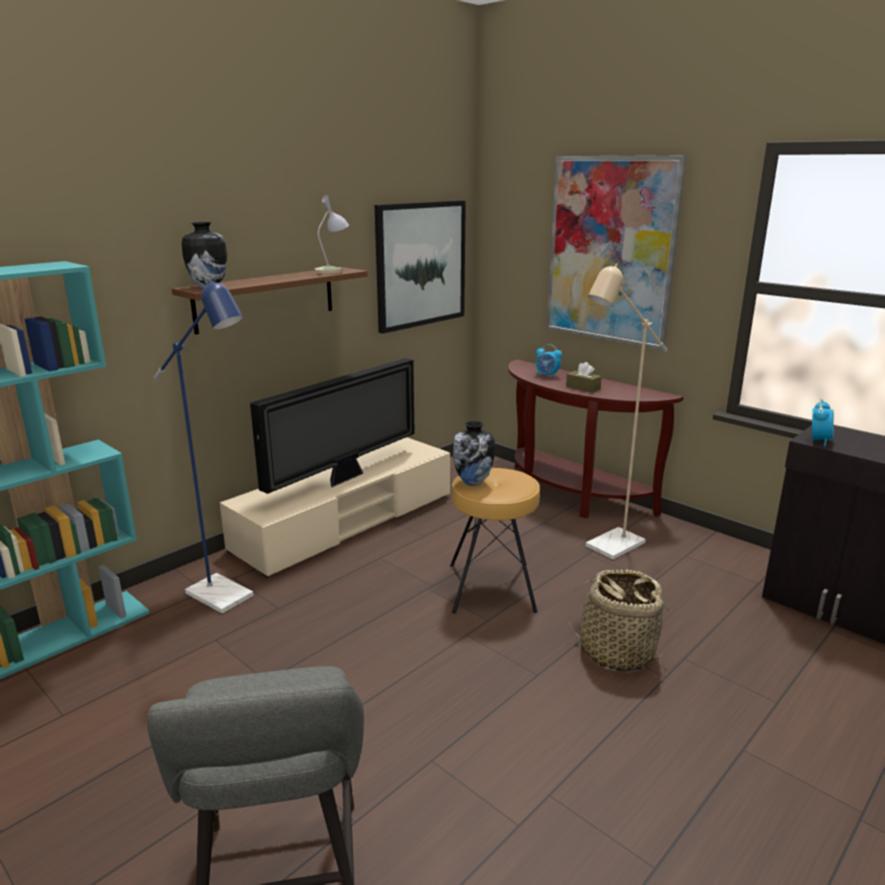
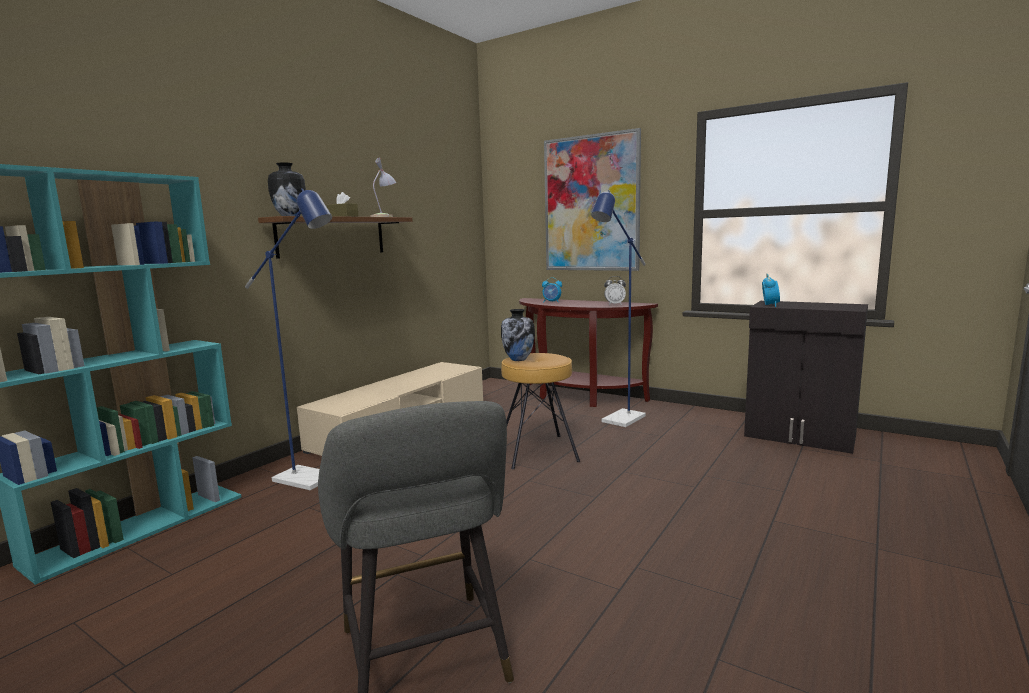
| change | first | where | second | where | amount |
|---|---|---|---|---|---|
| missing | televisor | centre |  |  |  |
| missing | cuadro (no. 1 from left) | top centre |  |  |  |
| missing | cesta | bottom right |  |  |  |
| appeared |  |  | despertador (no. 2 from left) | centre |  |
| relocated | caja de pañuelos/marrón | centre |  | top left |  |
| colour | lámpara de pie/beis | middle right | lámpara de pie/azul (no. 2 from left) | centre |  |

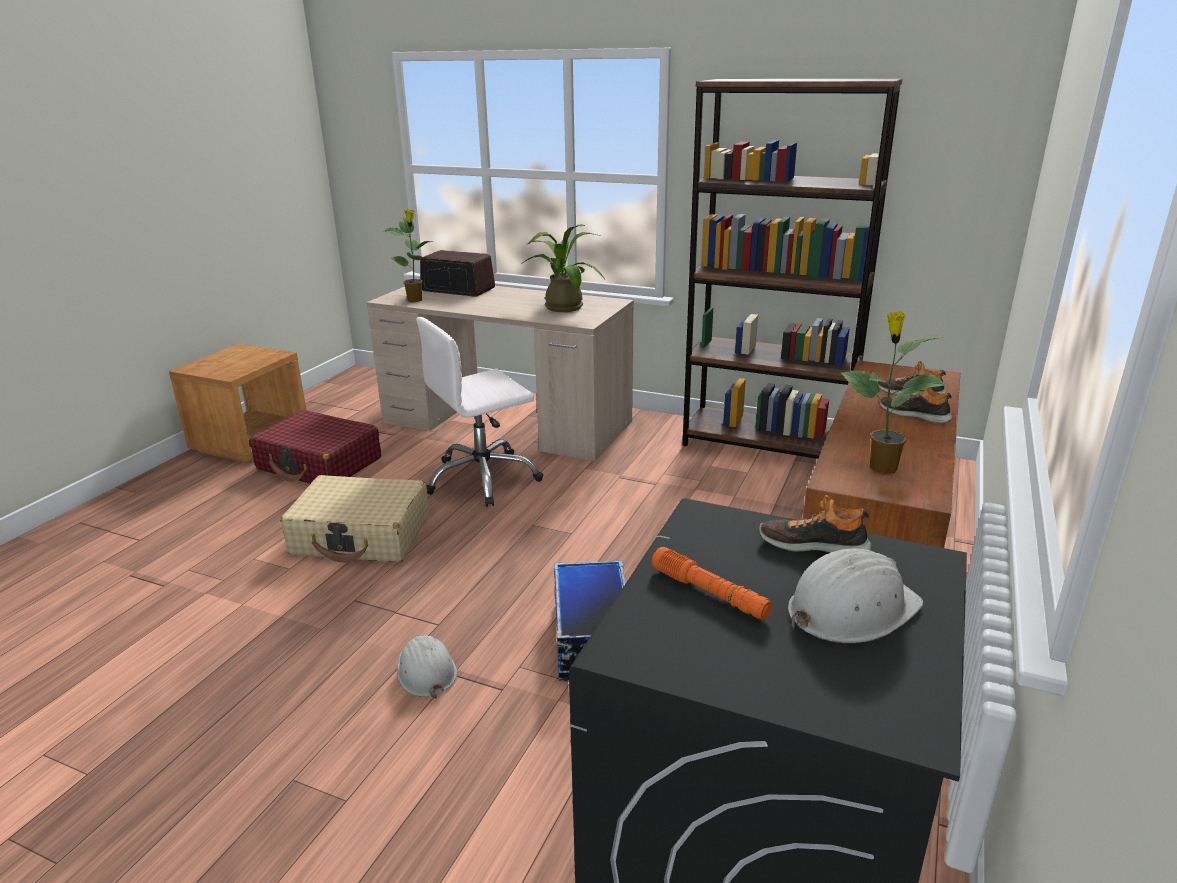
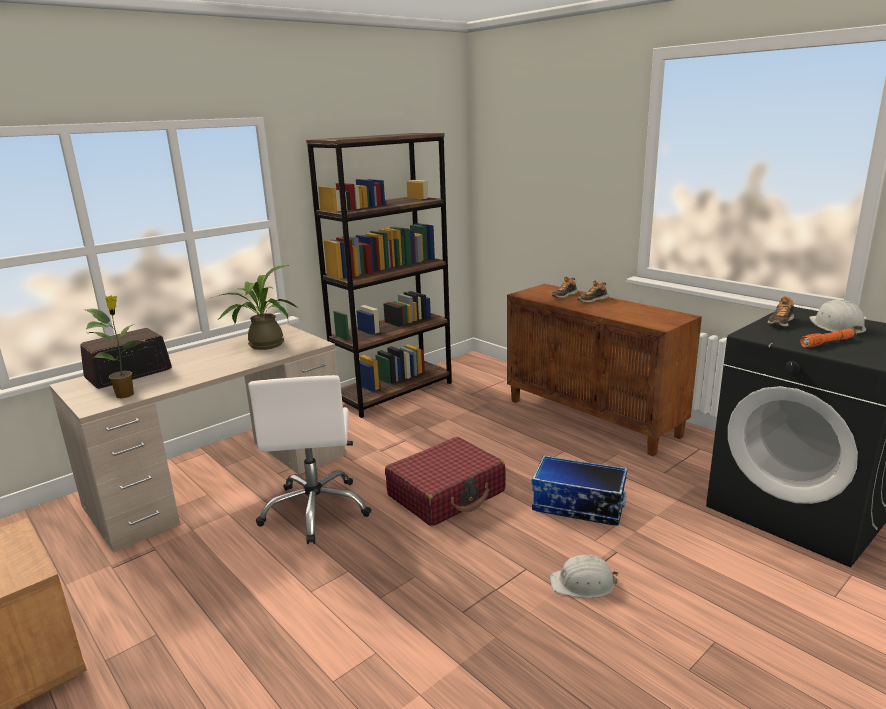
| change | first | where | second | where | amount |
|---|---|---|---|---|---|
| missing | maleta/beis | middle left |  |  |  |
| missing | planta en maceta (no. 3 from left) | middle right |  |  |  |
| relocated | maleta/rojo | middle left |  | bottom centre |  |

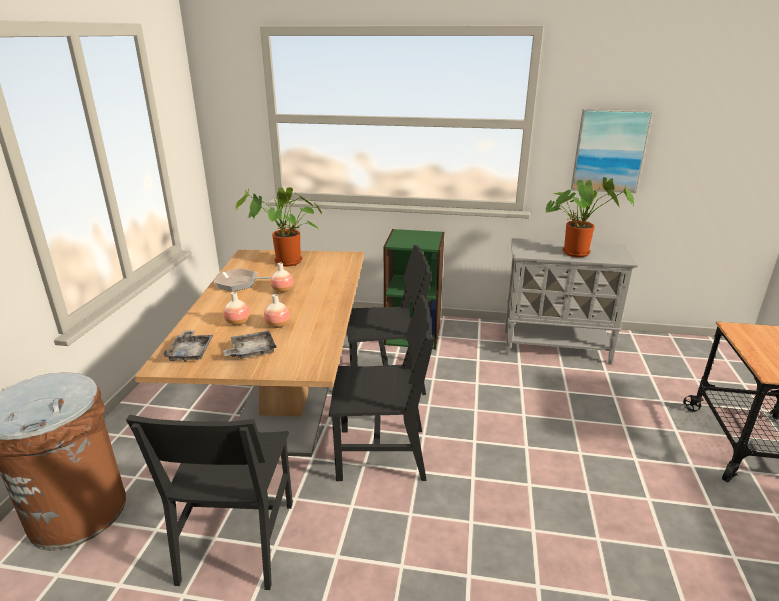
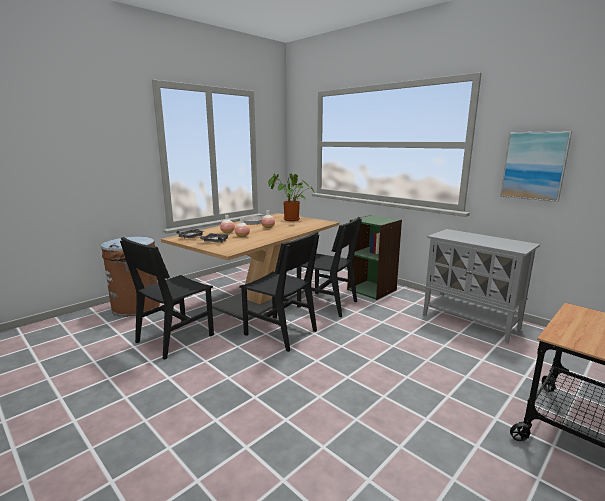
| change | first | where | second | where | amount |
|---|---|---|---|---|---|
| missing | planta en maceta (no. 2 from left) | middle right |  |  |  |

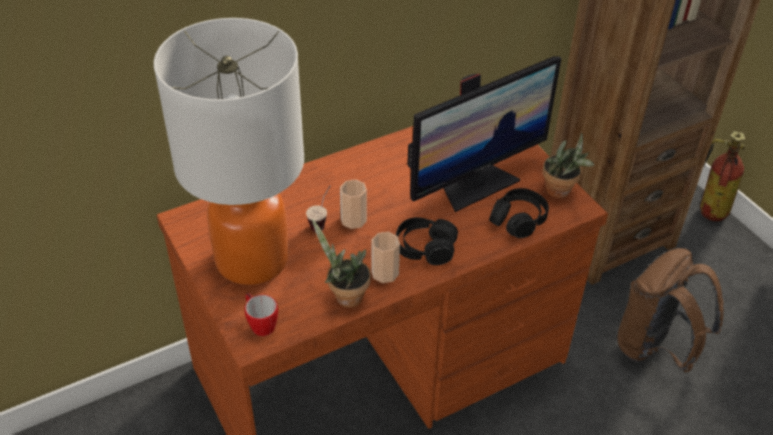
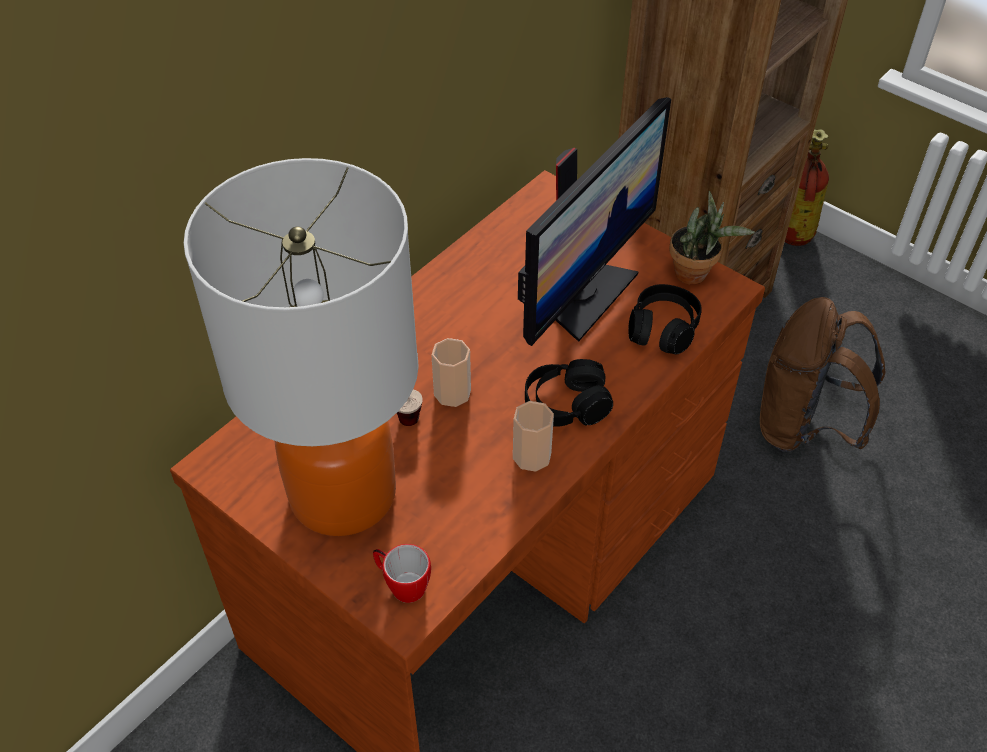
| change | first | where | second | where | amount |
|---|---|---|---|---|---|
| missing | planta en maceta (no. 1 from left) | centre |  |  |  |

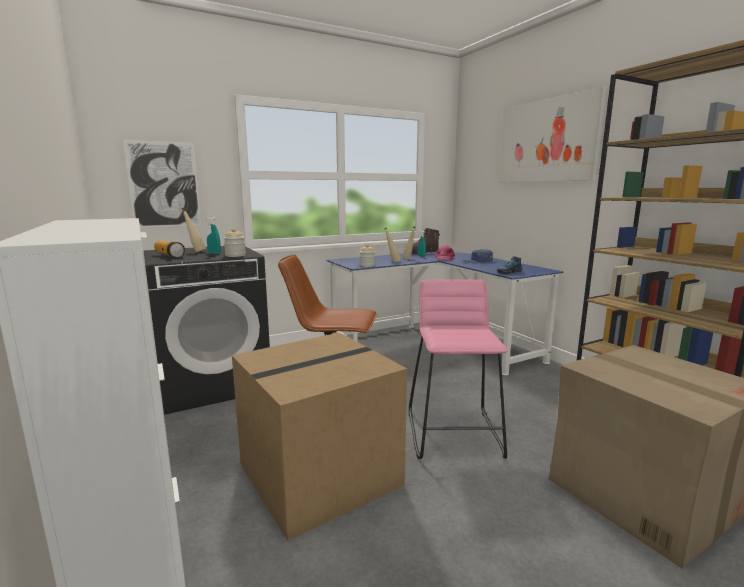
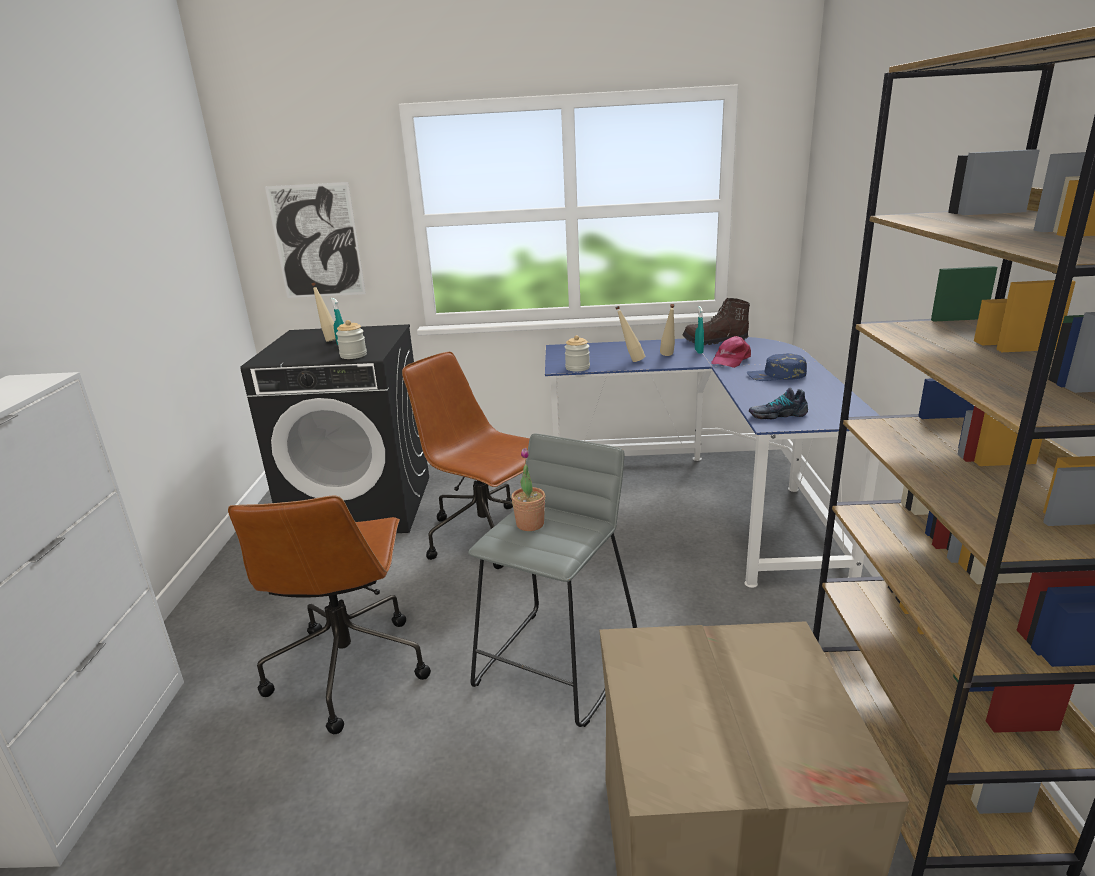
| change | first | where | second | where | amount |
|---|---|---|---|---|---|
| missing | linterna | middle left |  |  |  |
| missing | cuadro (no. 2 from left) | top right |  |  |  |
| appeared |  |  | planta en maceta | centre |  |
| exchanged | caja de cartón (no. 1 from left) | bottom centre | silla de oficina/marrón (no. 1 from left) | bottom left |  |
| colour | taburete/rosa | centre | taburete/gris | centre |  |

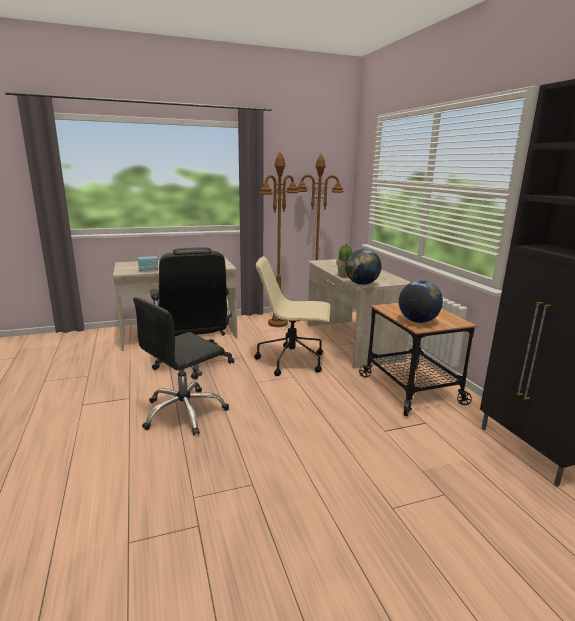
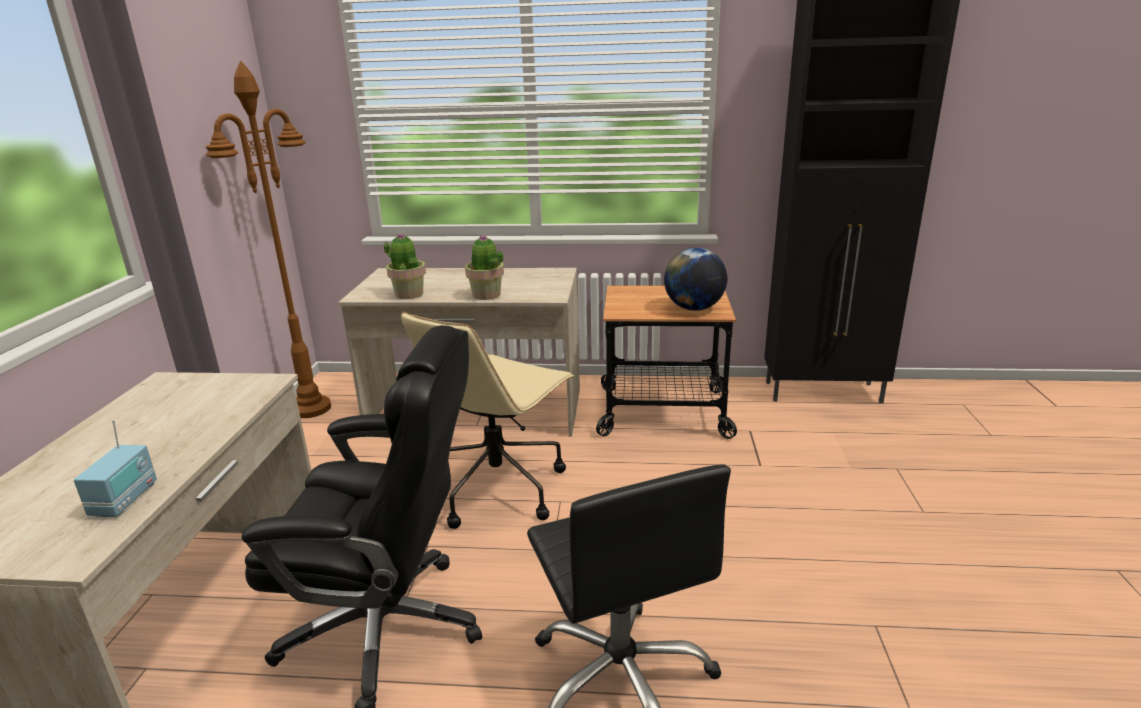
| change | first | where | second | where | amount |
|---|---|---|---|---|---|
| missing | lámpara de pie/marrón (no. 1 from left) | centre |  |  |  |
| missing | globo terráqueo (no. 1 from left) | centre |  |  |  |
| appeared |  |  | planta en maceta (no. 1 from left) | centre |  |

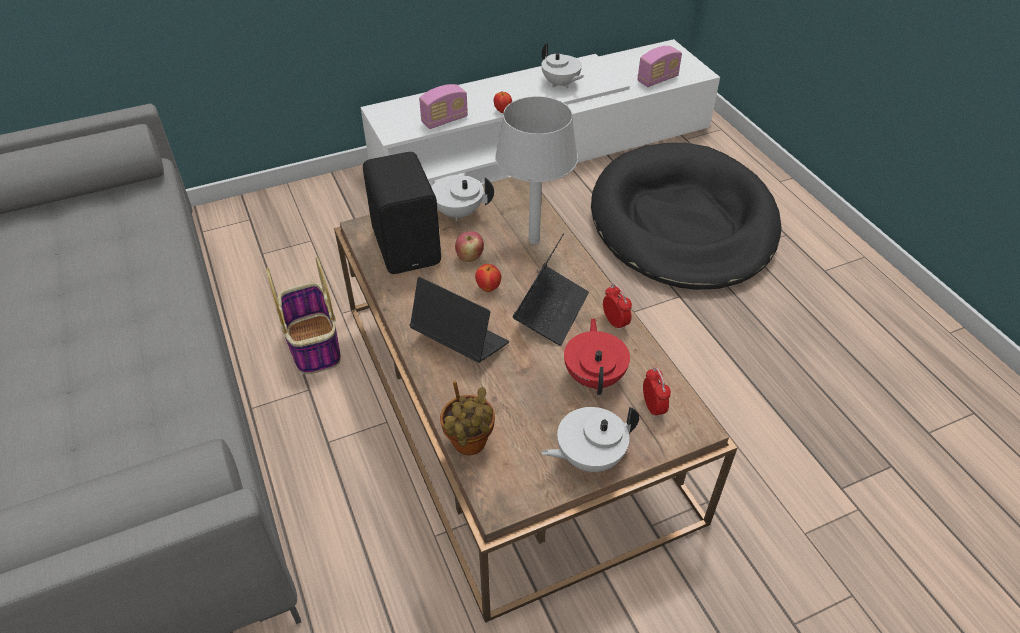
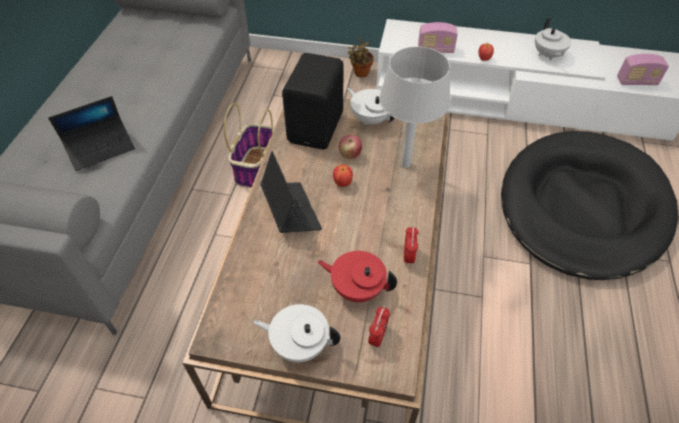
| change | first | where | second | where | amount |
|---|---|---|---|---|---|
| relocated | planta en maceta | centre |  | top centre |  |
| relocated | portátil (no. 2 from left in the first image) | centre | portátil (no. 1 from left) | top left |  |
| spun | tetera/rojo | centre |  | centre | 105 degrees counterclockwise |

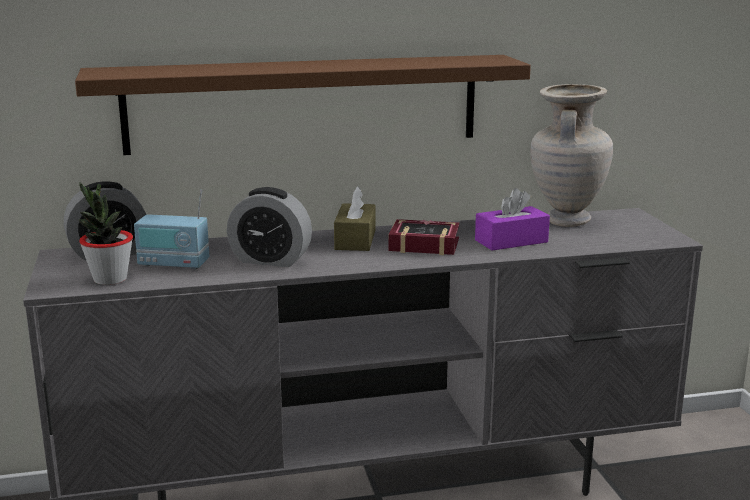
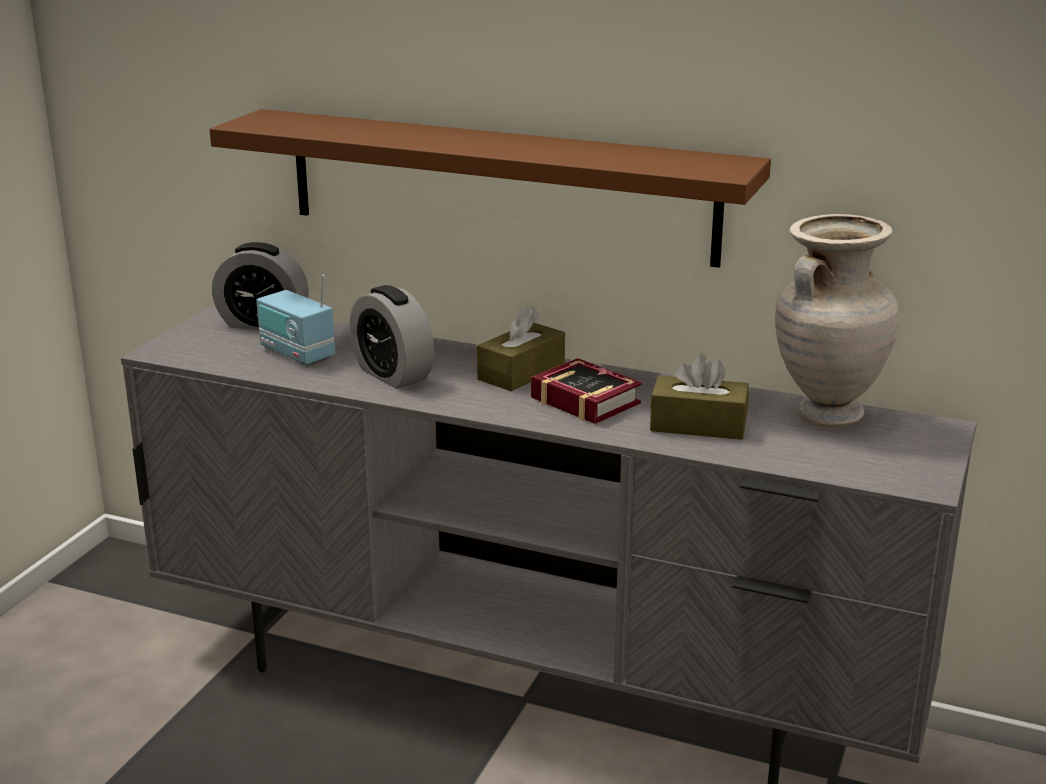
| change | first | where | second | where | amount |
|---|---|---|---|---|---|
| missing | planta en maceta | middle left |  |  |  |
| colour | caja de pañuelos/morado | middle right | caja de pañuelos/marrón (no. 2 from left) | middle right |  |

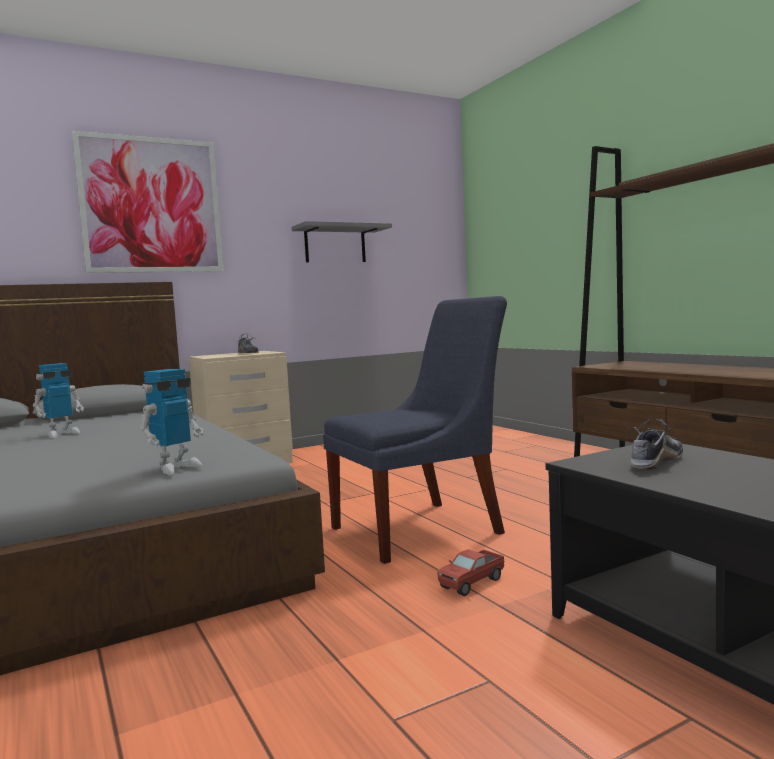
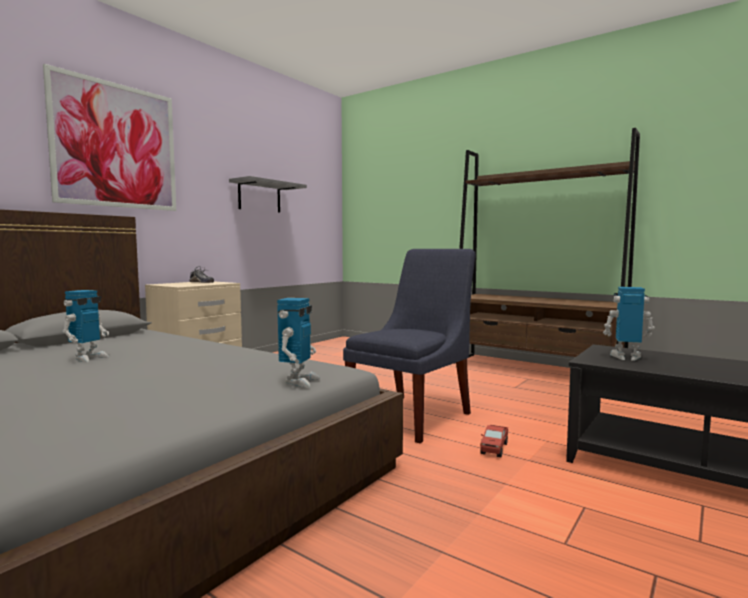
| change | first | where | second | where | amount |
|---|---|---|---|---|---|
| exchanged | zapato (no. 2 from left) | middle right | robot de juguete (no. 3 from left) | middle right |  |

